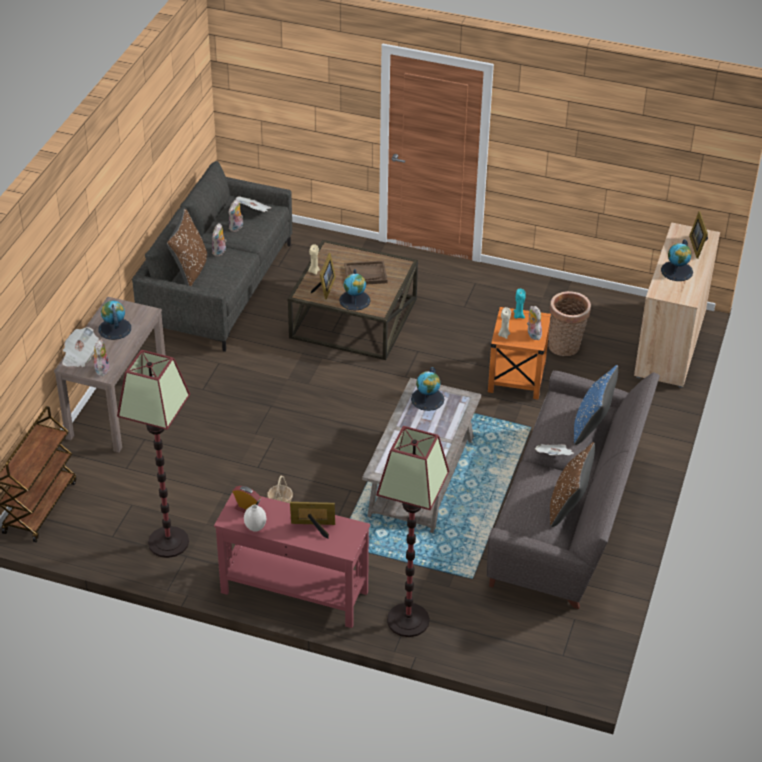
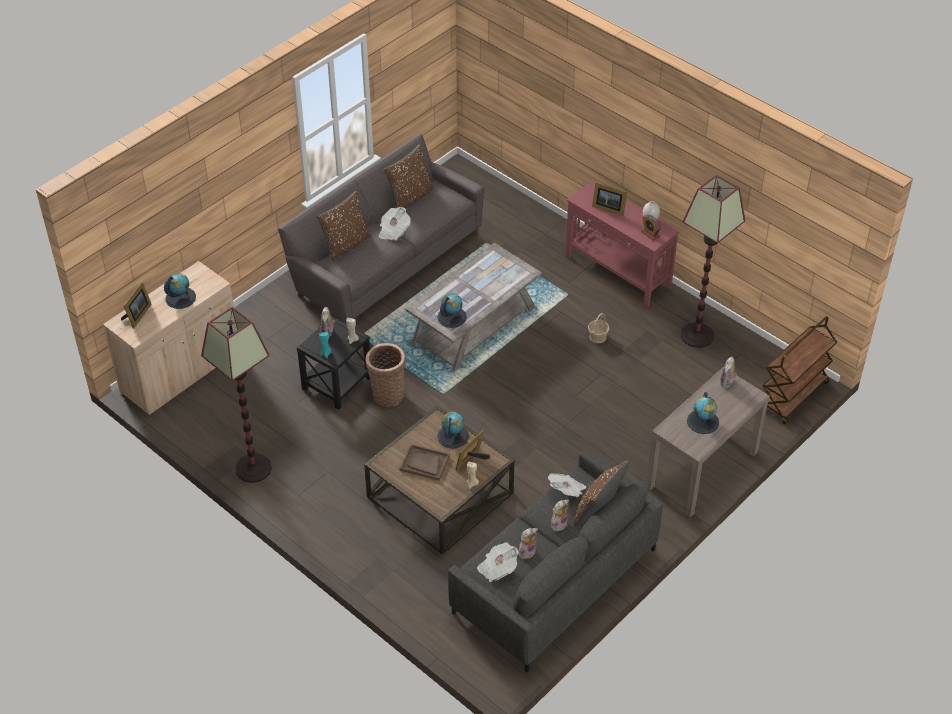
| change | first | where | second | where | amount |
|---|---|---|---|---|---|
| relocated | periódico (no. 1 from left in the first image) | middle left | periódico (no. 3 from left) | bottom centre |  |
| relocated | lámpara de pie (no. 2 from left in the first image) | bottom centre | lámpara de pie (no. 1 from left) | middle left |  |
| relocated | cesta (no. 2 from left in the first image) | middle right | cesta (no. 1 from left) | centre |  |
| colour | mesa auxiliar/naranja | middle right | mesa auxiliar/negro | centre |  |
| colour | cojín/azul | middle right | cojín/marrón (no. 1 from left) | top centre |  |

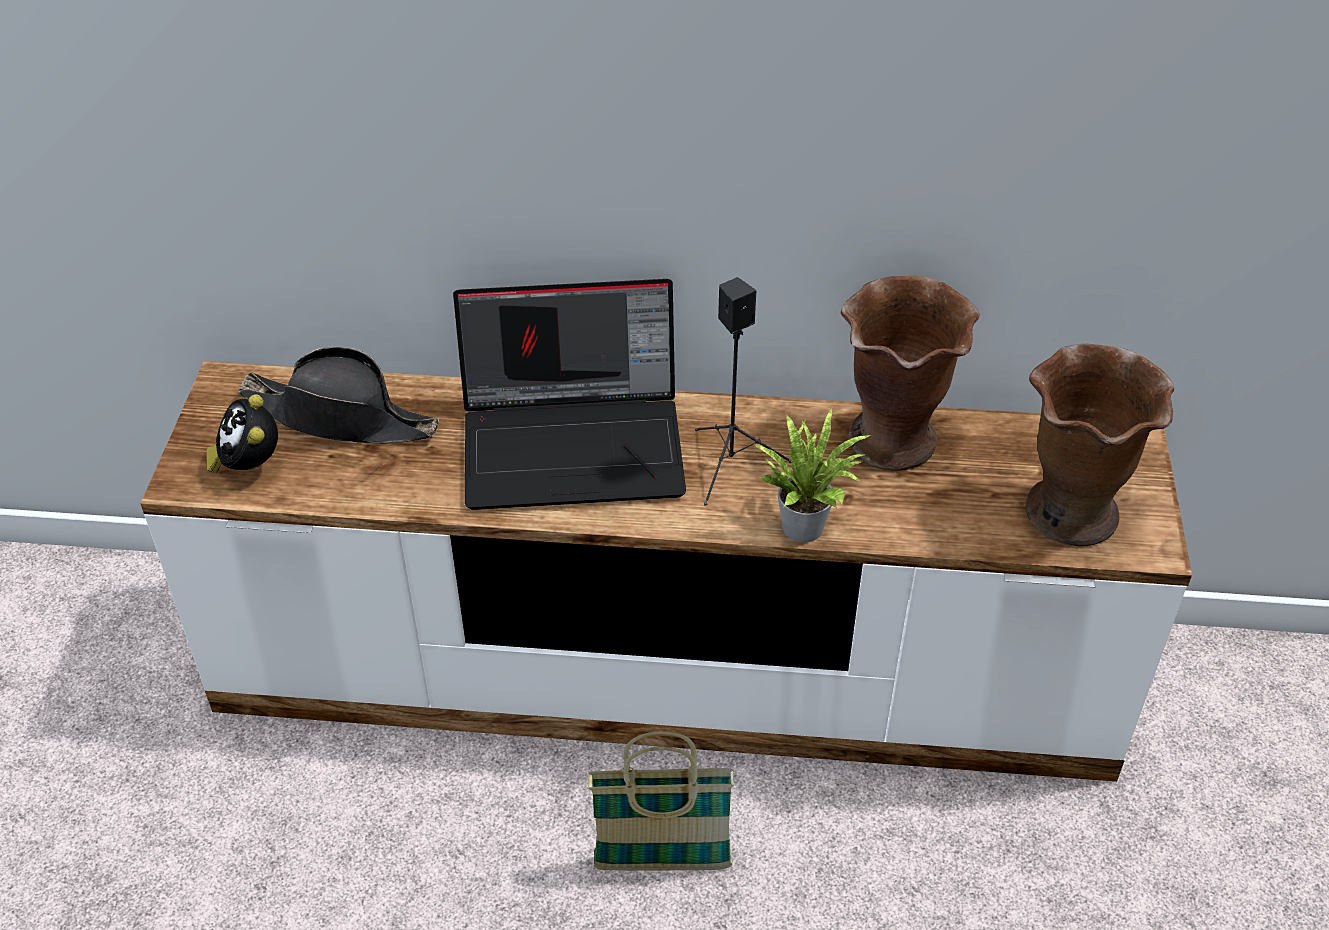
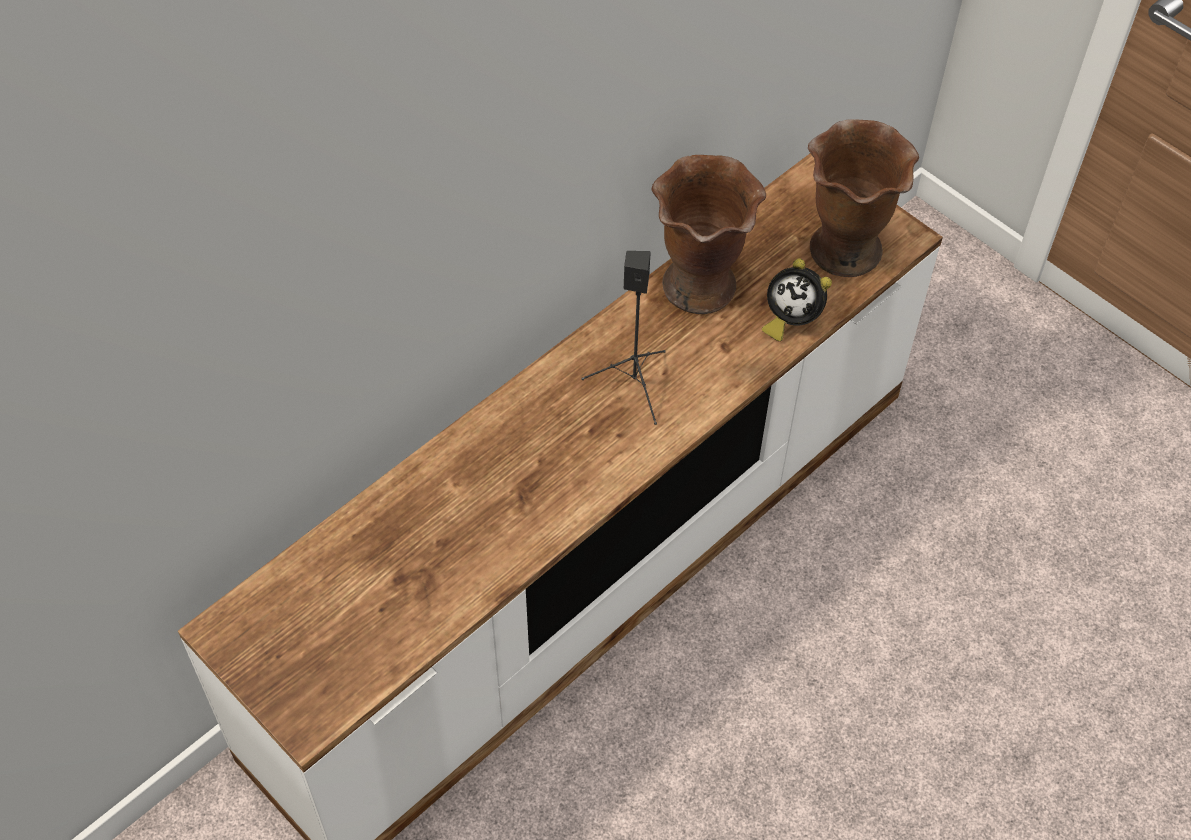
| change | first | where | second | where | amount |
|---|---|---|---|---|---|
| missing | sombrero/negro | middle left |  |  |  |
| missing | portátil | centre |  |  |  |
| missing | cesta | bottom centre |  |  |  |
| missing | planta en maceta | centre |  |  |  |
| relocated | despertador | middle left |  | middle right |  |

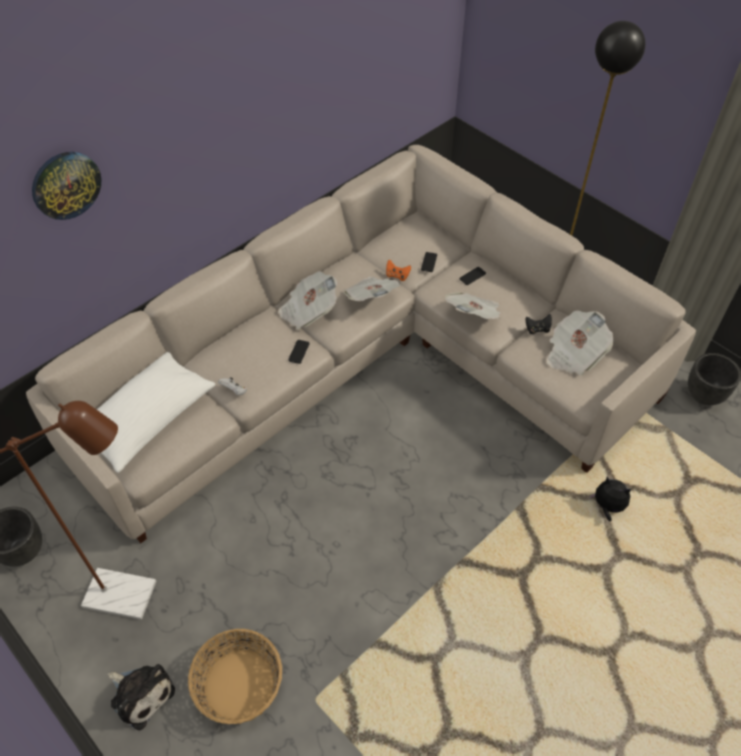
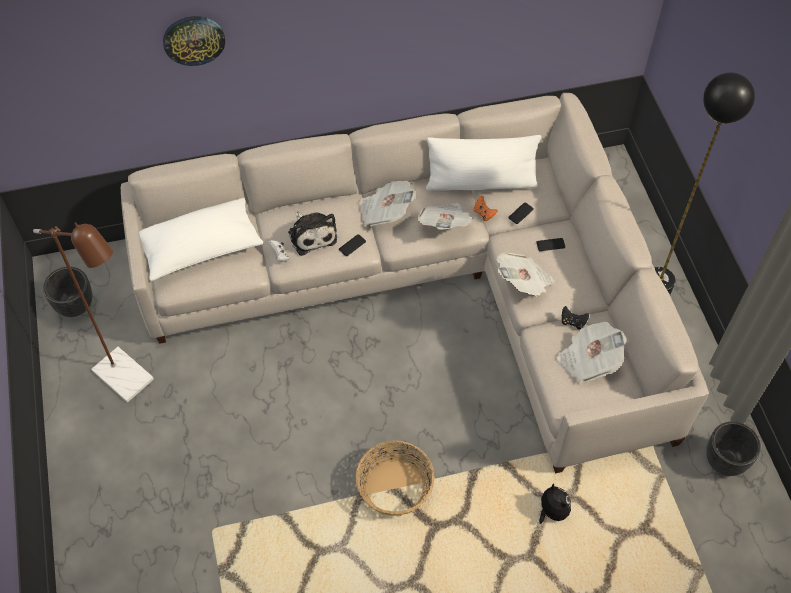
| change | first | where | second | where | amount |
|---|---|---|---|---|---|
| appeared |  |  | cojín/blanco (no. 2 from left) | top centre |  |
| relocated | peluche (no. 1 from left) | bottom left |  | centre |  |
| relocated | cesta | bottom left |  | bottom centre |  |

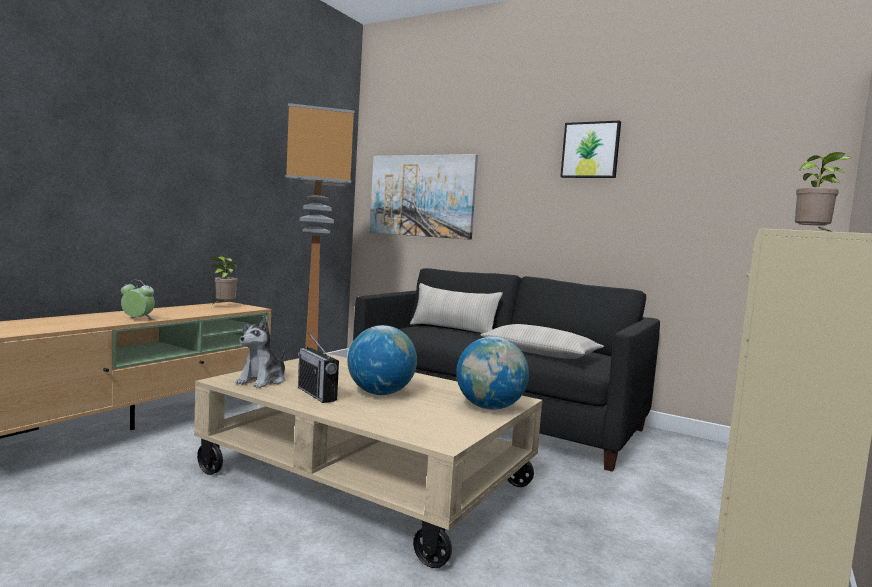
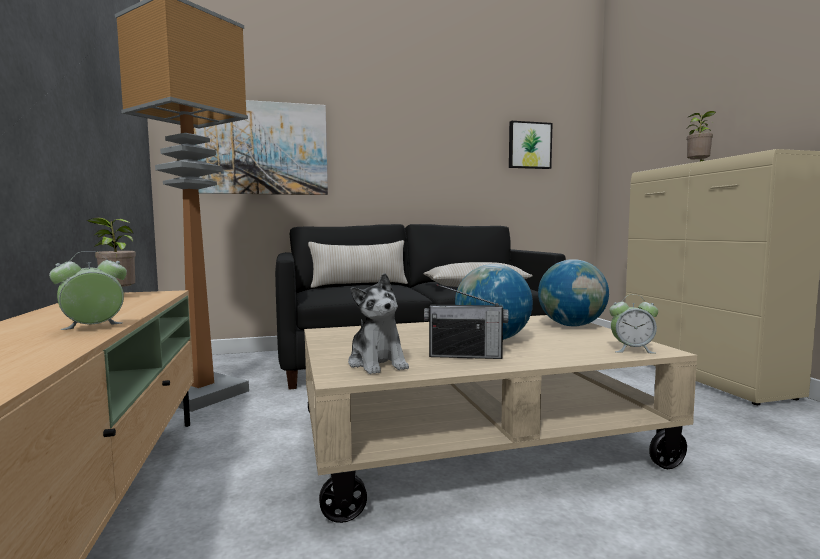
| change | first | where | second | where | amount |
|---|---|---|---|---|---|
| appeared |  |  | despertador (no. 2 from left) | middle right |  |
| relocated | cuadro (no. 2 from left) | top right |  | top centre |  |

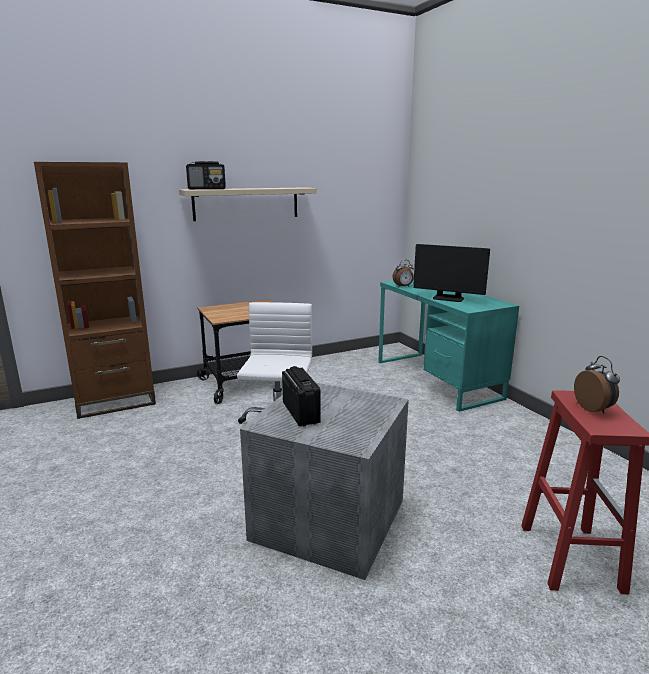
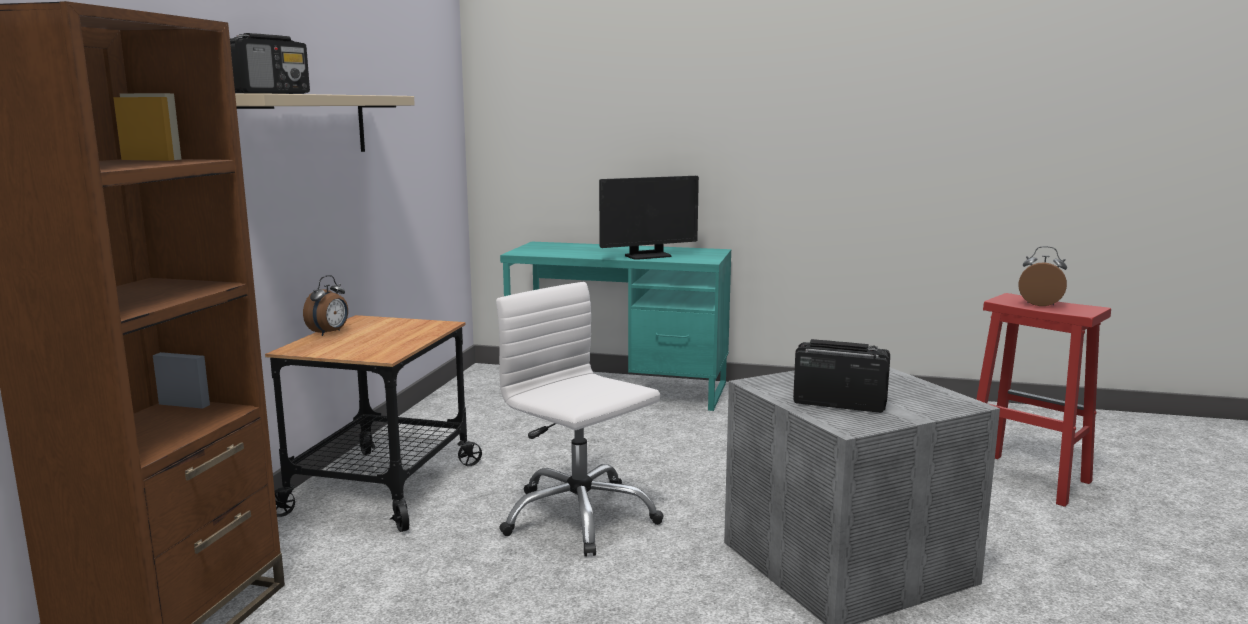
| change | first | where | second | where | amount |
|---|---|---|---|---|---|
| relocated | despertador (no. 1 from left) | centre |  | middle left |  |

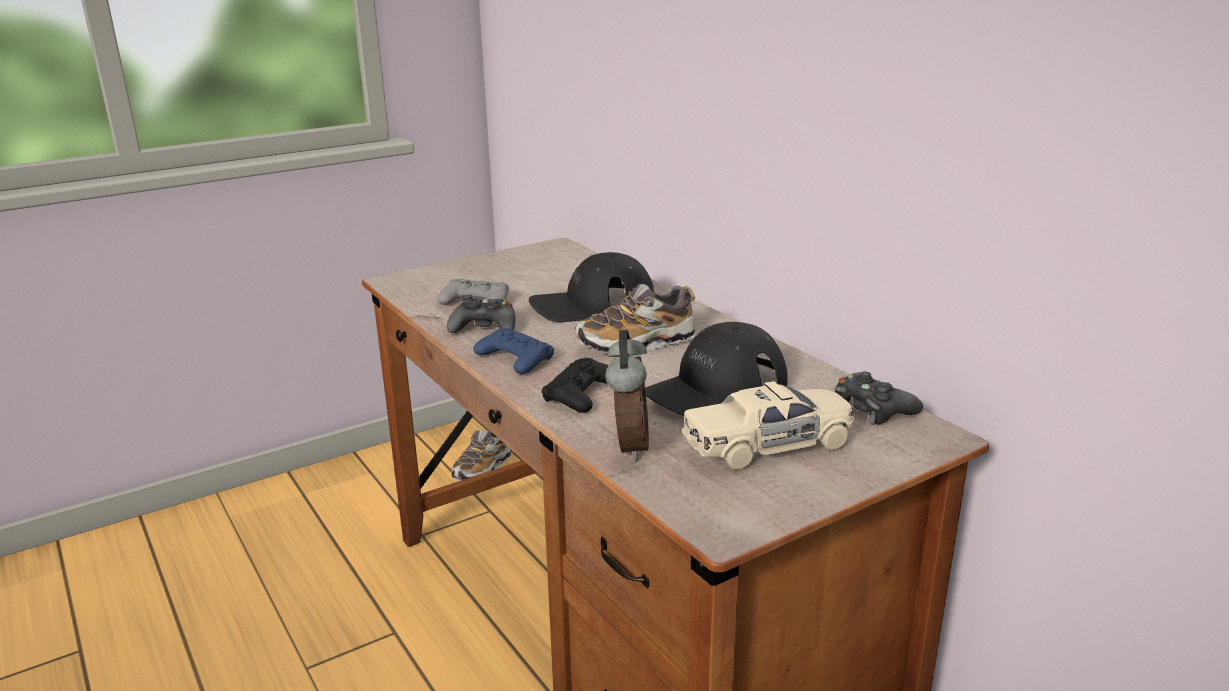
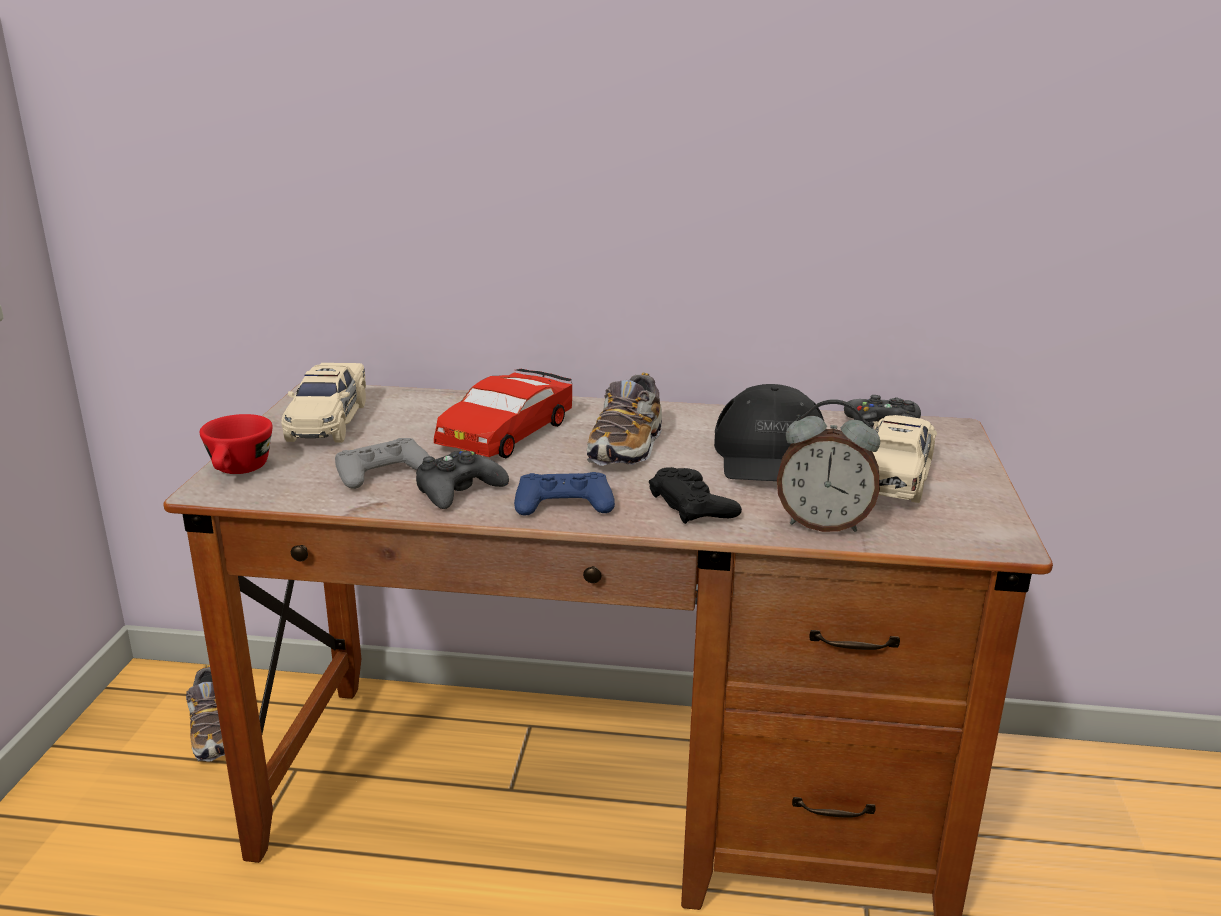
| change | first | where | second | where | amount |
|---|---|---|---|---|---|
| appeared |  |  | taza/rojo | middle left |  |
| appeared |  |  | coche de juguete/beis (no. 1 from left) | middle left |  |
| exchanged | gorra/negro (no. 1 from left) | centre | coche de juguete/rojo | centre |  |
| spun | despertador | centre |  | middle right | 150 degrees clockwise |

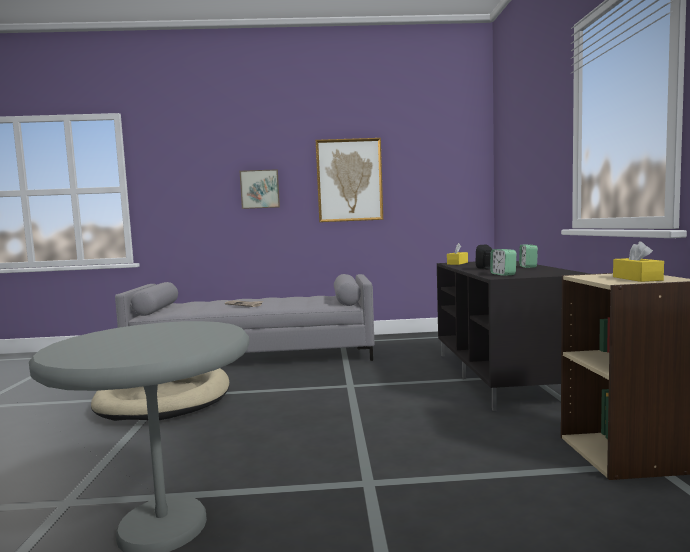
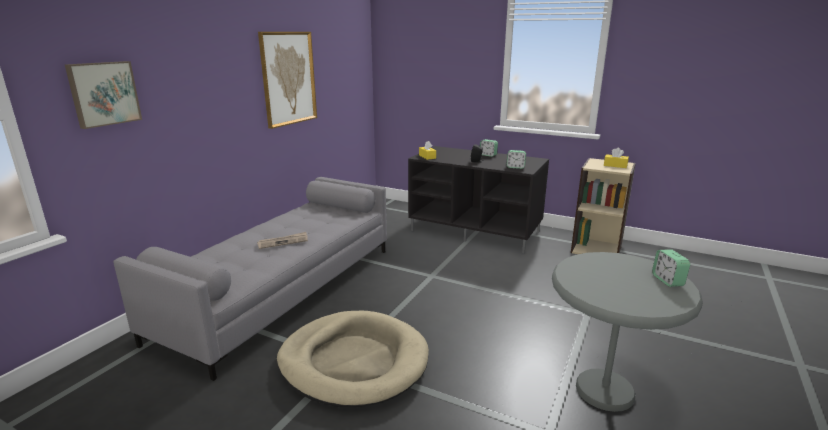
| change | first | where | second | where | amount |
|---|---|---|---|---|---|
| appeared |  |  | despertador (no. 3 from left) | middle right |  |
| relocated | cuadro (no. 1 from left) | centre |  | top left |  |

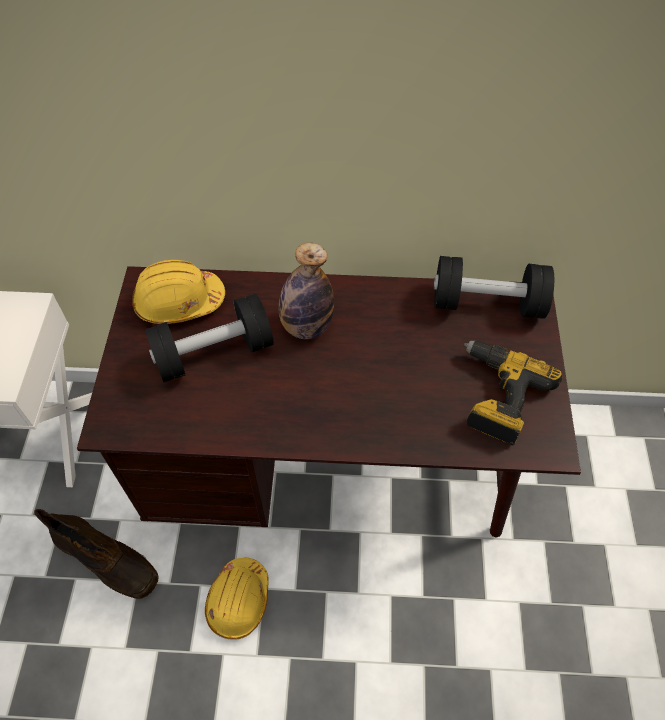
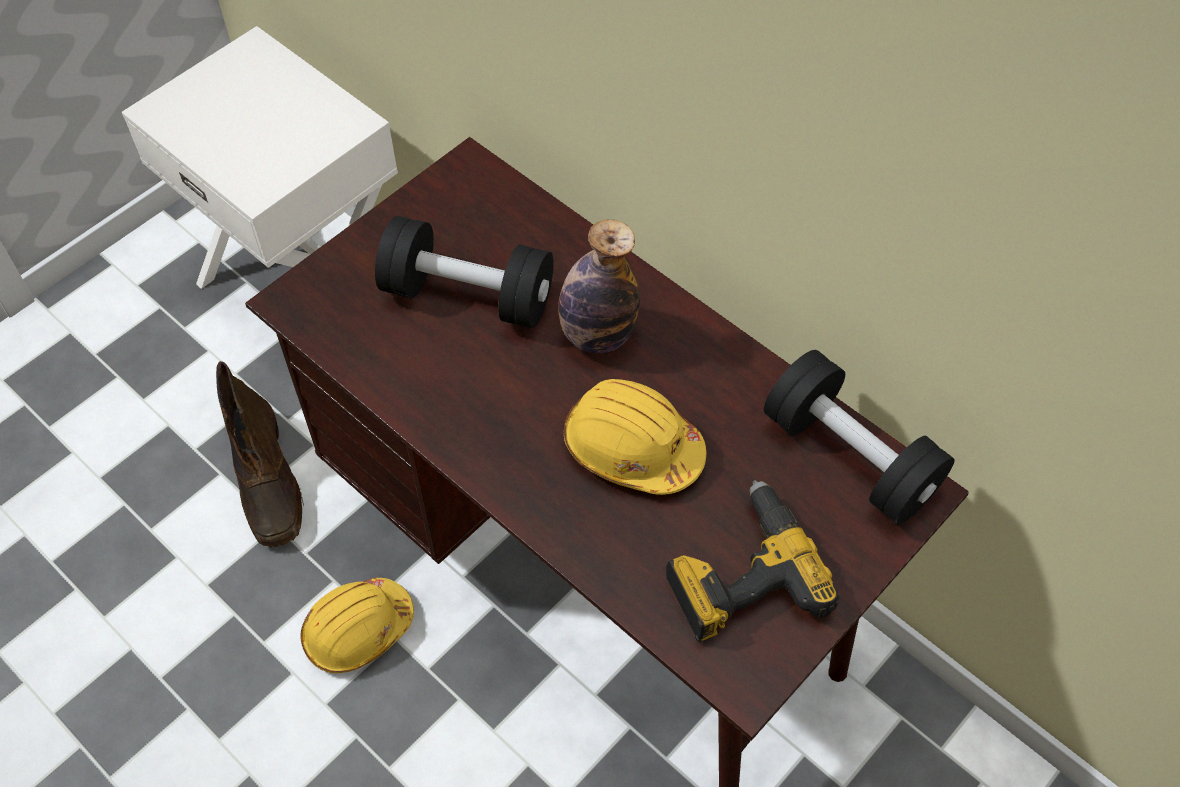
| change | first | where | second | where | amount |
|---|---|---|---|---|---|
| relocated | casco/amarillo (no. 1 from left in the first image) | middle left | casco/amarillo (no. 2 from left) | centre |  |

